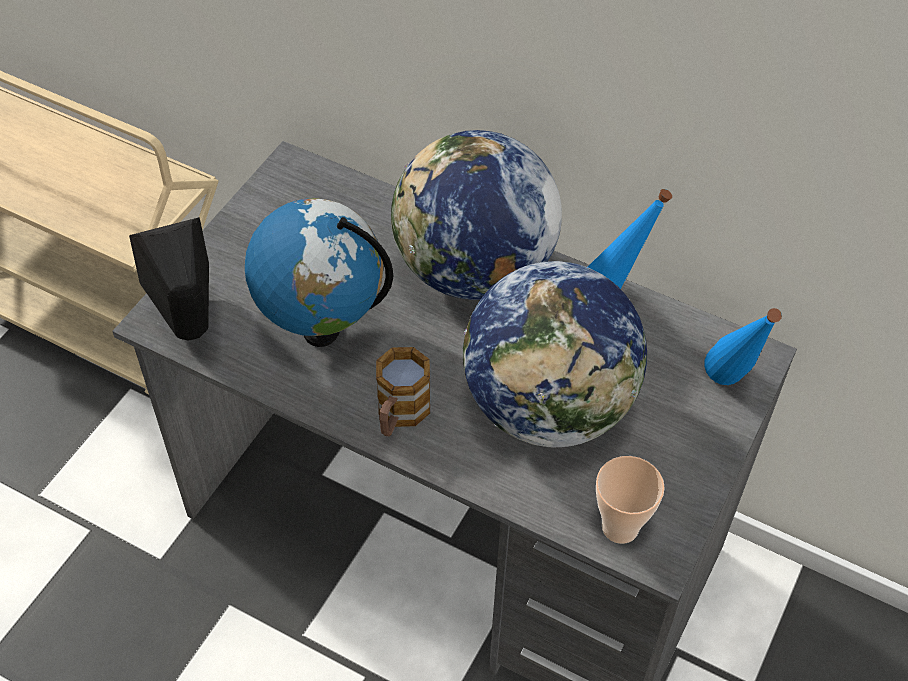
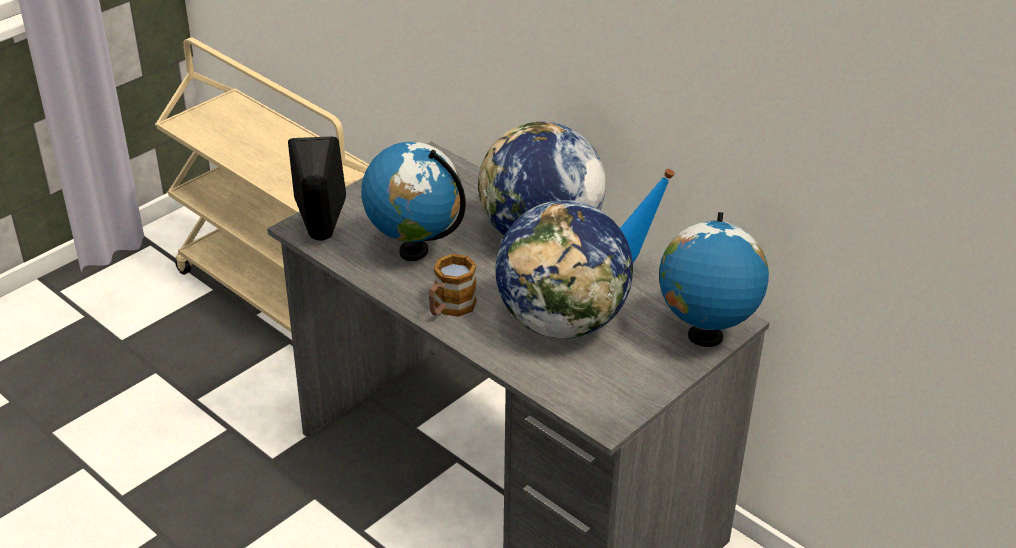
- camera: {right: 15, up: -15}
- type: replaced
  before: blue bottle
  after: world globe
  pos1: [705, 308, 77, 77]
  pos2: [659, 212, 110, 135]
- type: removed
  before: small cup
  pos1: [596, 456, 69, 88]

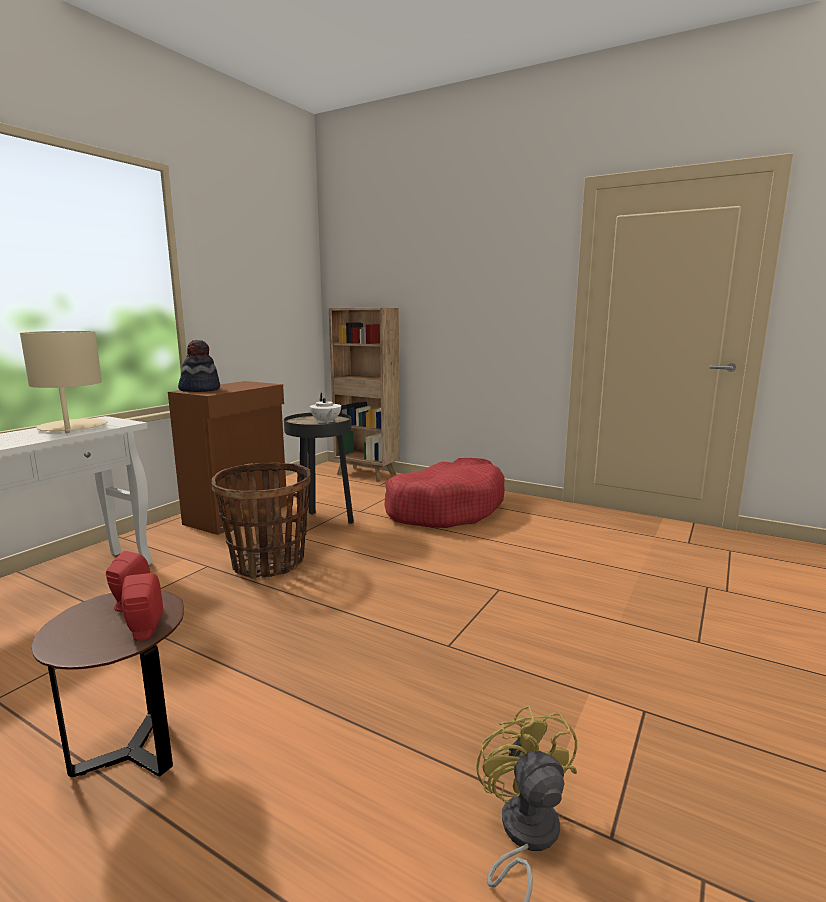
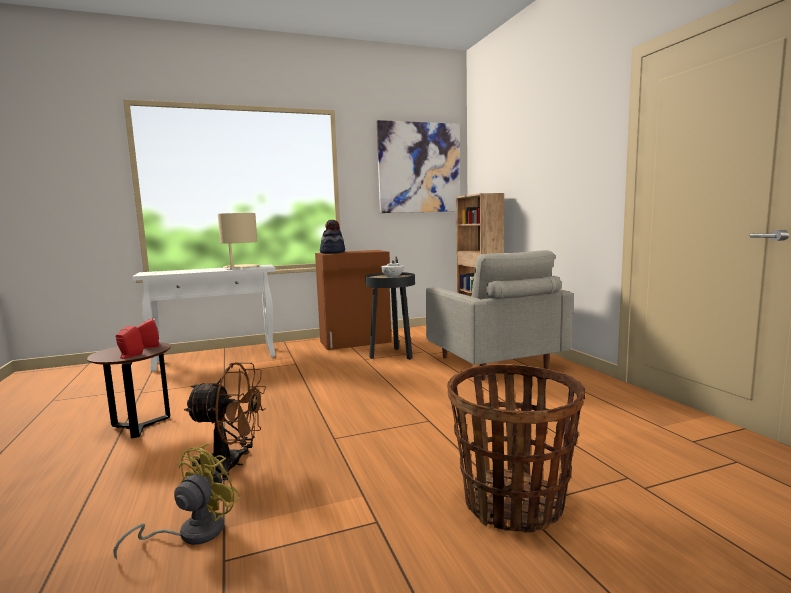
- camera: {right: 40, up: -5}
- type: added
  after: brownish cooling fan
  pos2: [184, 362, 82, 118]
- type: added
  after: wall picture
  pos2: [377, 120, 83, 93]
- type: replaced
  before: reddish dog cushion
  after: greyish armchair
  pos1: [384, 458, 121, 70]
  pos2: [426, 250, 147, 130]
- type: moved
  before: storage basket
  pos1: [212, 463, 99, 116]
  pos2: [447, 364, 139, 169]

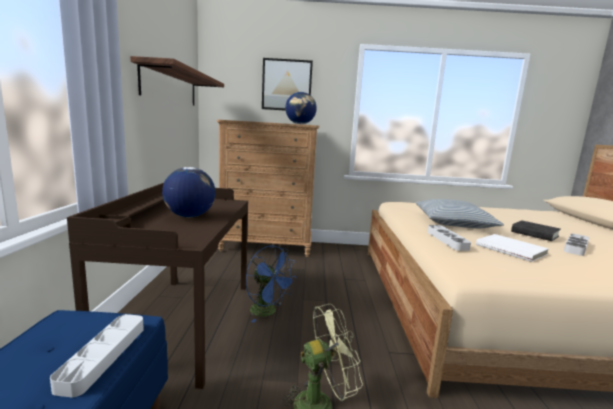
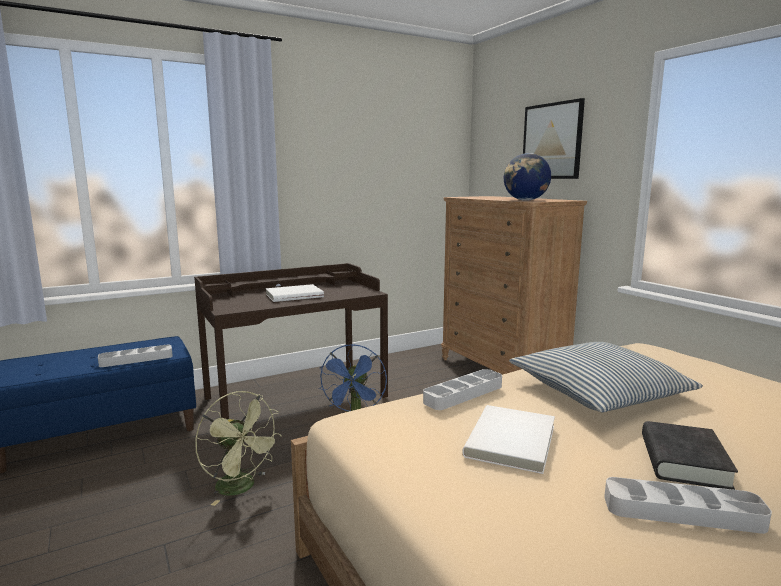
- camera: {right: 60, up: 0}
- type: replaced
  before: world globe
  after: white-coloured book
  pos1: [162, 167, 54, 50]
  pos2: [265, 284, 59, 18]
- type: removed
  before: wall shelf
  pos1: [130, 56, 94, 50]

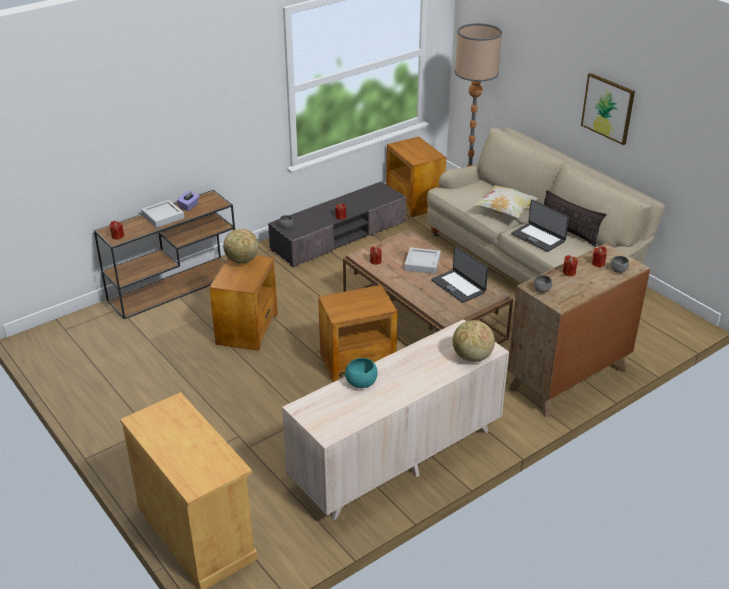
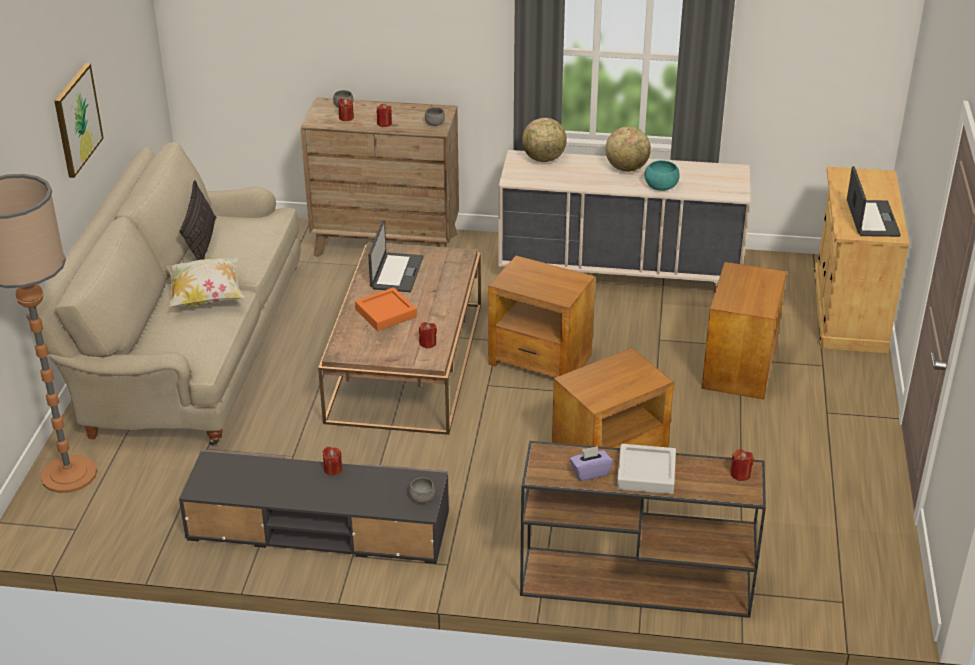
- camera: {right: -135, up: 0}
- type: recoloured
  before: greyish carrying tray
  after: orangey carrying tray
  pos1: [404, 247, 37, 27]
  pos2: [355, 287, 62, 44]
- type: moved
  before: world globe
  pos1: [223, 229, 36, 35]
  pos2: [606, 126, 45, 46]
- type: moved
  before: brownish end table
  pos1: [386, 137, 60, 80]
  pos2: [702, 262, 85, 137]
- type: moved
  before: portable computer
  pos1: [511, 200, 58, 52]
  pos2: [847, 166, 54, 71]

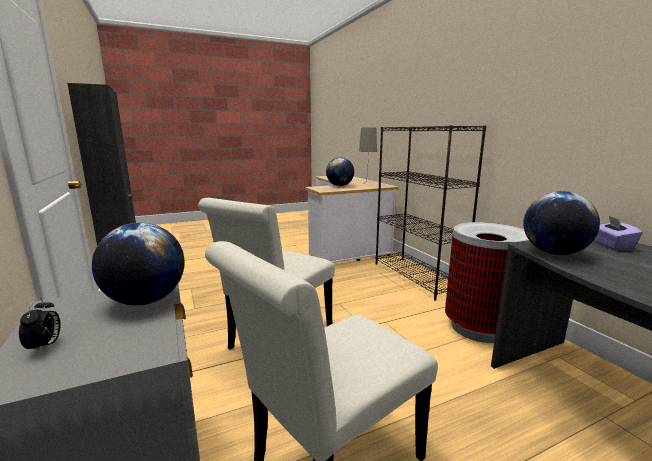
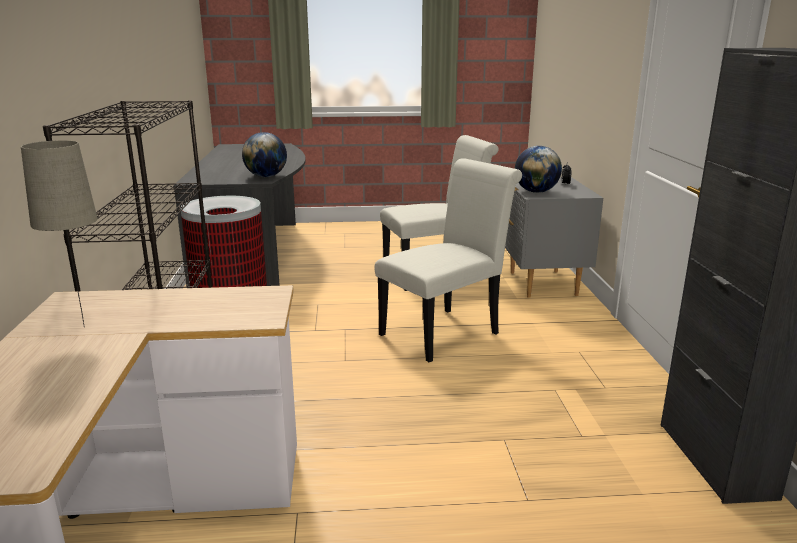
- camera: {right: -160, up: 5}
- type: removed
  before: world globe
  pos1: [326, 157, 28, 29]
- type: removed
  before: purple-coloured tissue box
  pos1: [594, 216, 49, 34]

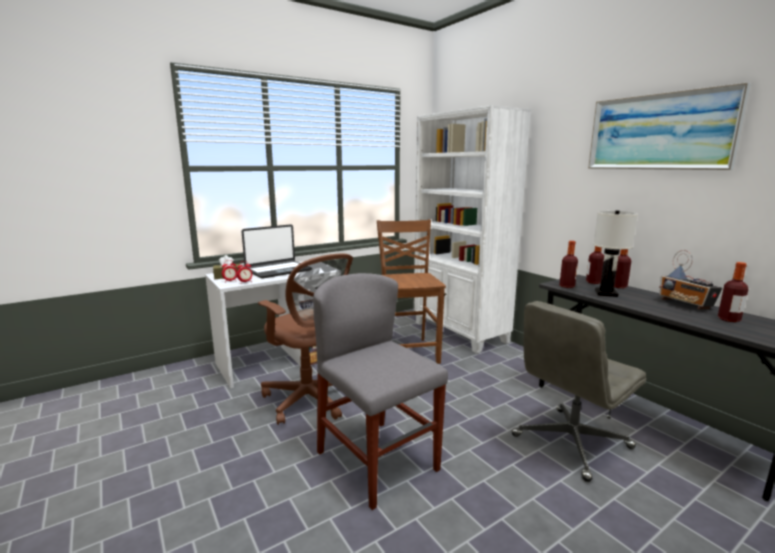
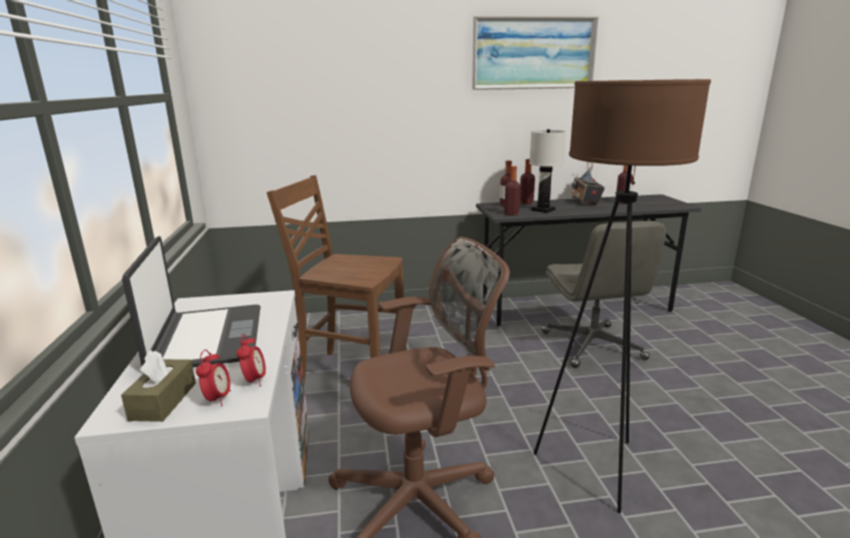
- camera: {right: -65, up: 5}
- type: replaced
  before: greyish upright chair
  after: brownish standing lamp
  pos1: [313, 273, 135, 237]
  pos2: [534, 79, 177, 434]
- type: turned
  before: radio receiver
  pos1: [659, 250, 63, 60]
  pos2: [571, 163, 34, 42]
  turn: 90
- type: removed
  before: white-coloured shelving unit
  pos1: [414, 105, 117, 248]

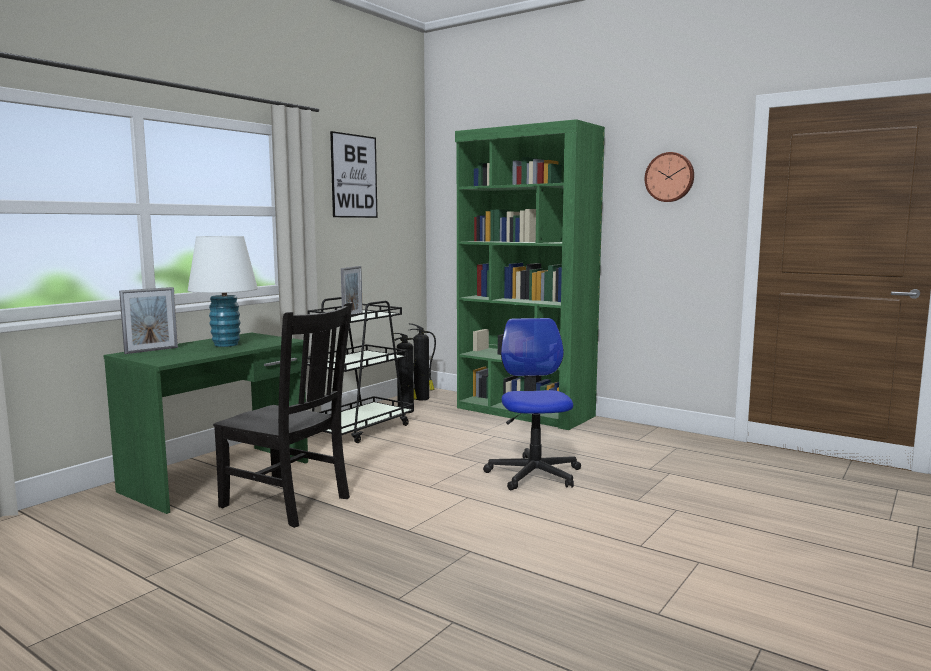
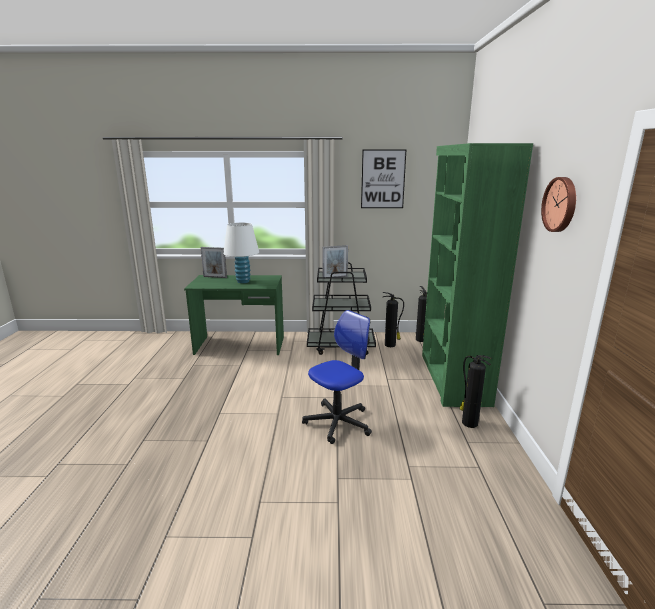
- camera: {right: 55, up: 10}
- type: added
  after: extinguisher
  pos2: [459, 355, 33, 73]
- type: removed
  before: black upright chair
  pos1: [213, 302, 139, 226]

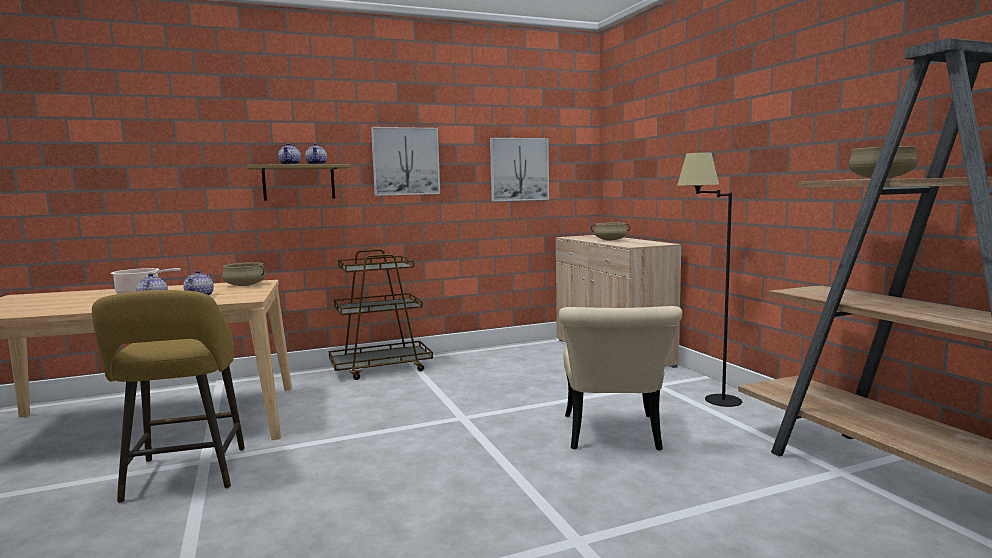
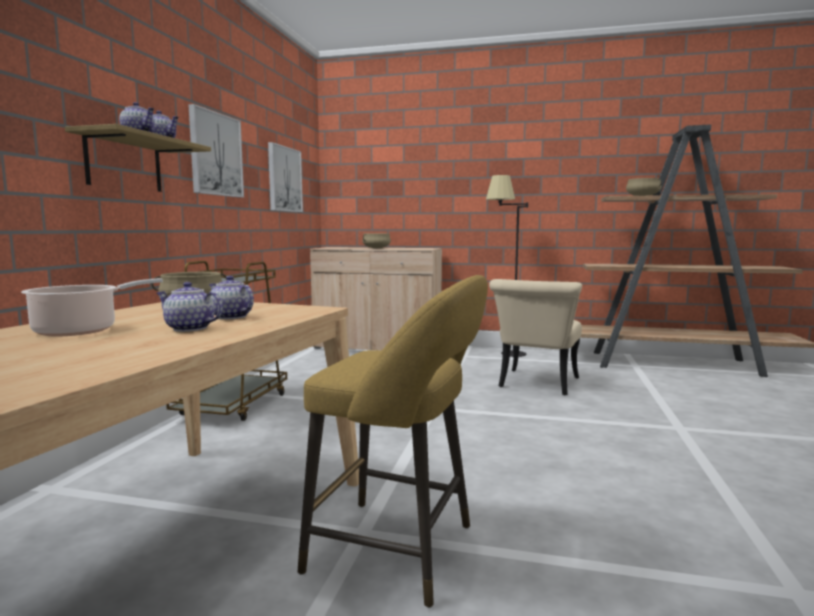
- camera: {right: -55, up: 0}
- type: turned
  before: beige-coloured upright chair
  pos1: [559, 306, 123, 145]
  pos2: [489, 279, 93, 116]
  turn: 75

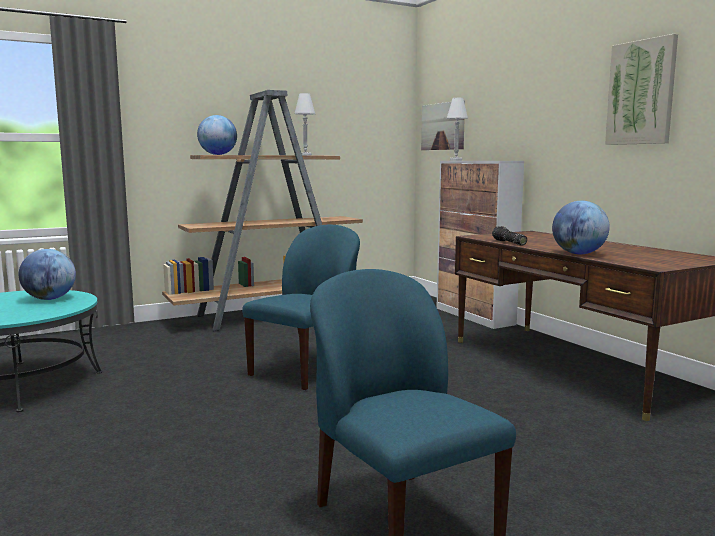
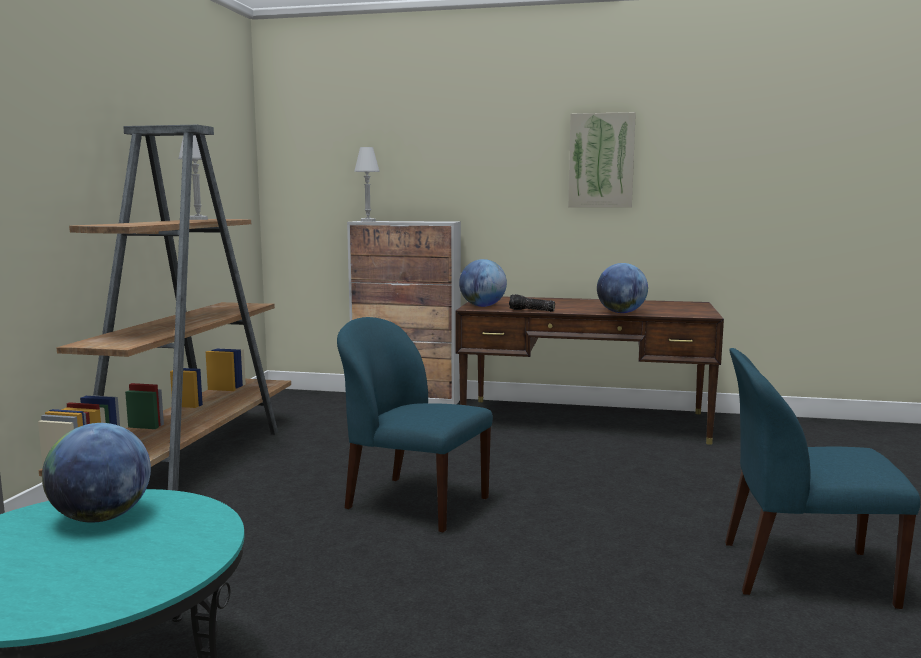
- camera: {right: -50, up: 0}
- type: turned
  before: blue upright chair
  pos1: [242, 225, 118, 165]
  pos2: [337, 317, 156, 215]
  turn: -45
- type: moved
  before: world globe
  pos1: [197, 115, 40, 40]
  pos2: [459, 259, 48, 48]
- type: removed
  before: wall picture
  pos1: [421, 100, 44, 50]

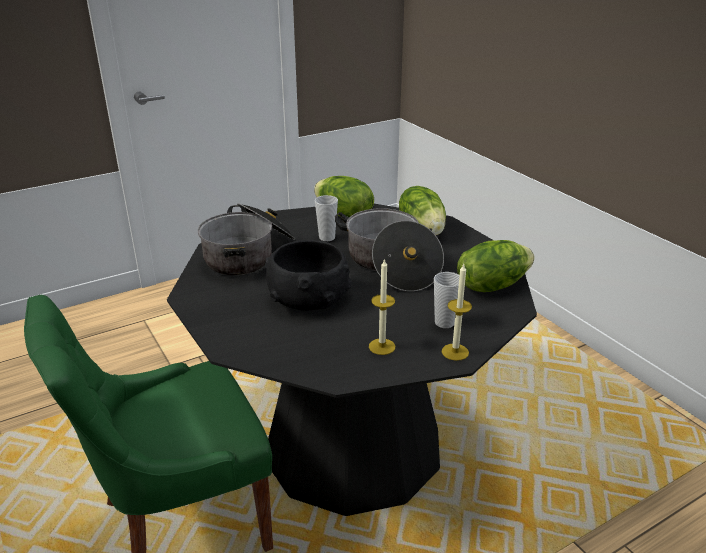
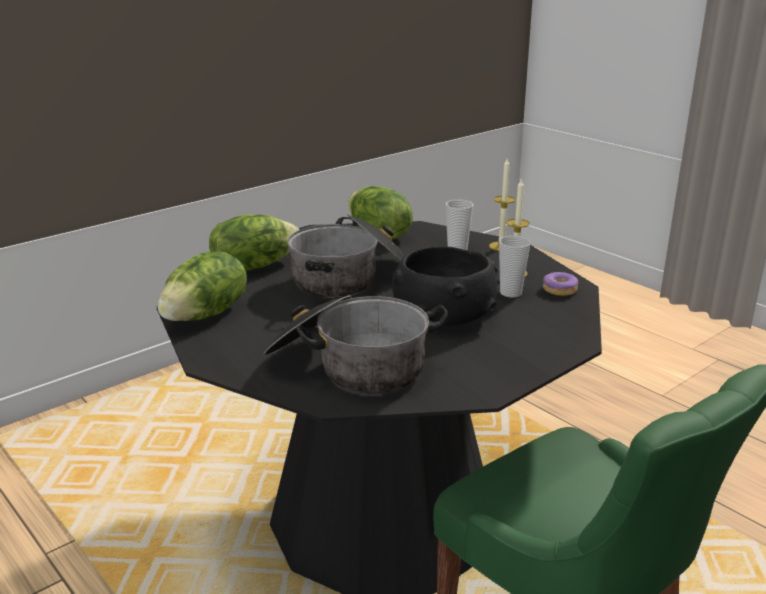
- camera: {right: -100, up: -5}
- type: moved
  before: small cup
  pos1: [315, 195, 23, 46]
  pos2: [499, 236, 32, 61]
- type: added
  after: donut
  pos2: [543, 272, 36, 24]

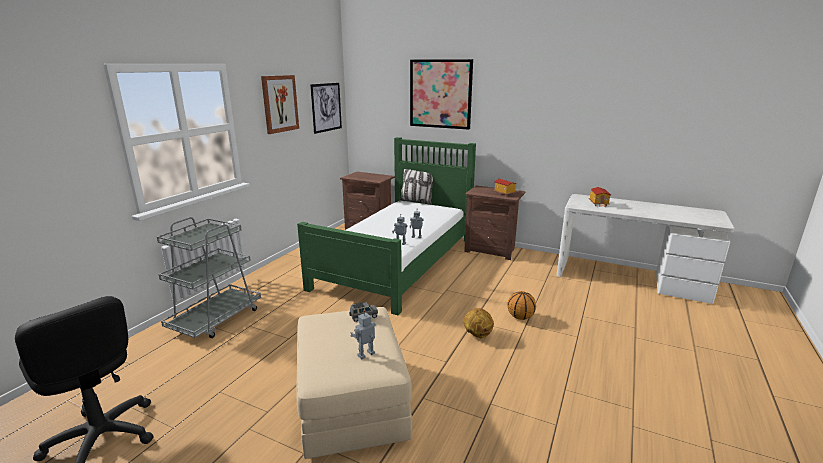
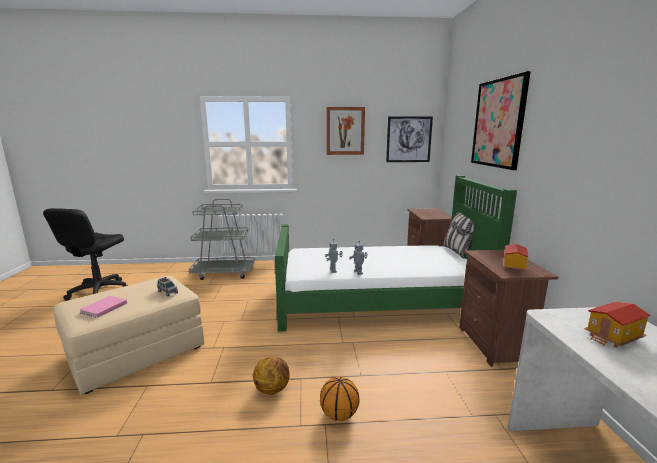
- camera: {right: 60, up: -5}
- type: replaced
  before: toy robot
  after: pink-coloured book
  pos1: [351, 310, 25, 49]
  pos2: [79, 296, 48, 22]

